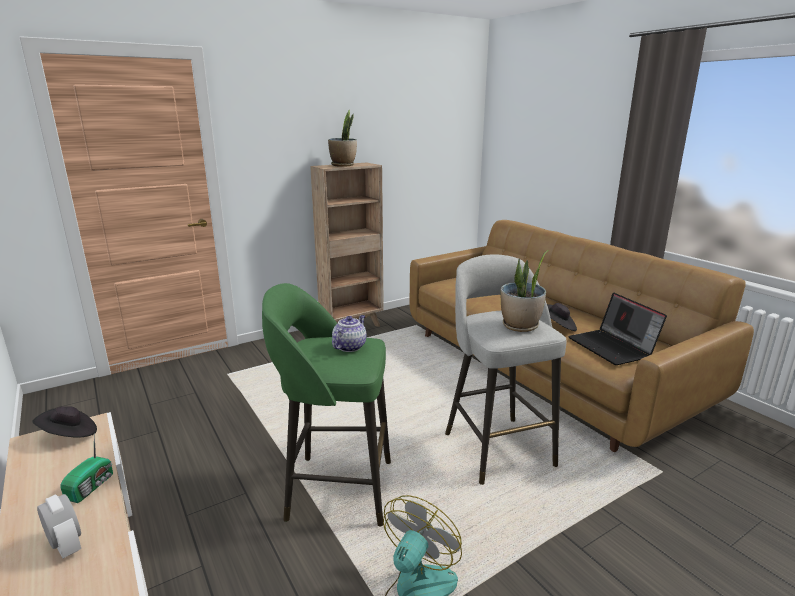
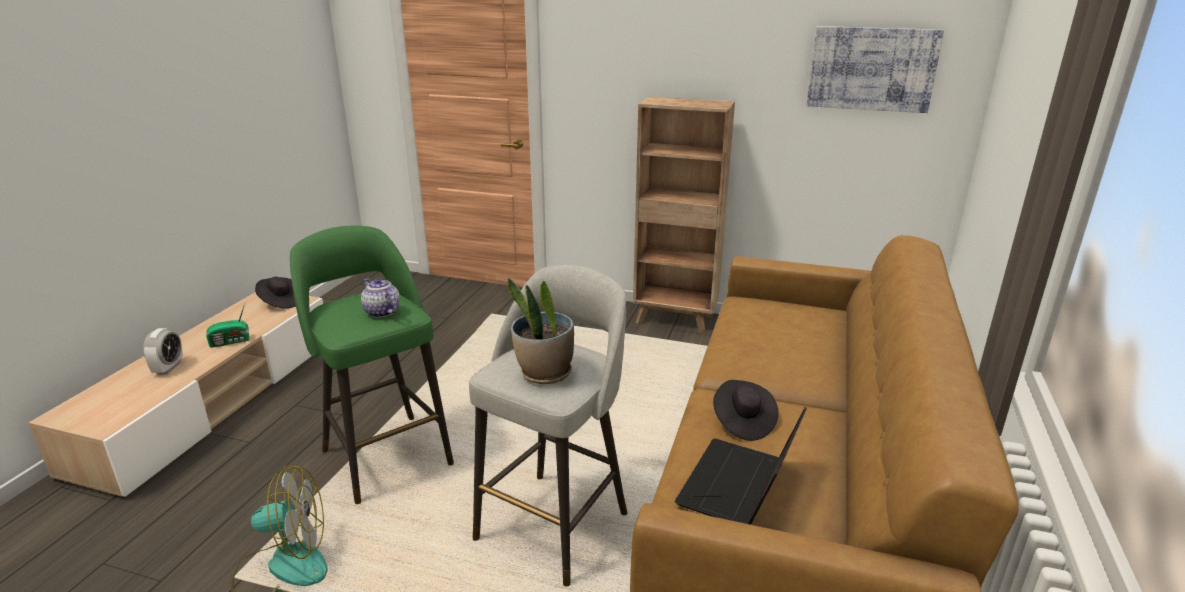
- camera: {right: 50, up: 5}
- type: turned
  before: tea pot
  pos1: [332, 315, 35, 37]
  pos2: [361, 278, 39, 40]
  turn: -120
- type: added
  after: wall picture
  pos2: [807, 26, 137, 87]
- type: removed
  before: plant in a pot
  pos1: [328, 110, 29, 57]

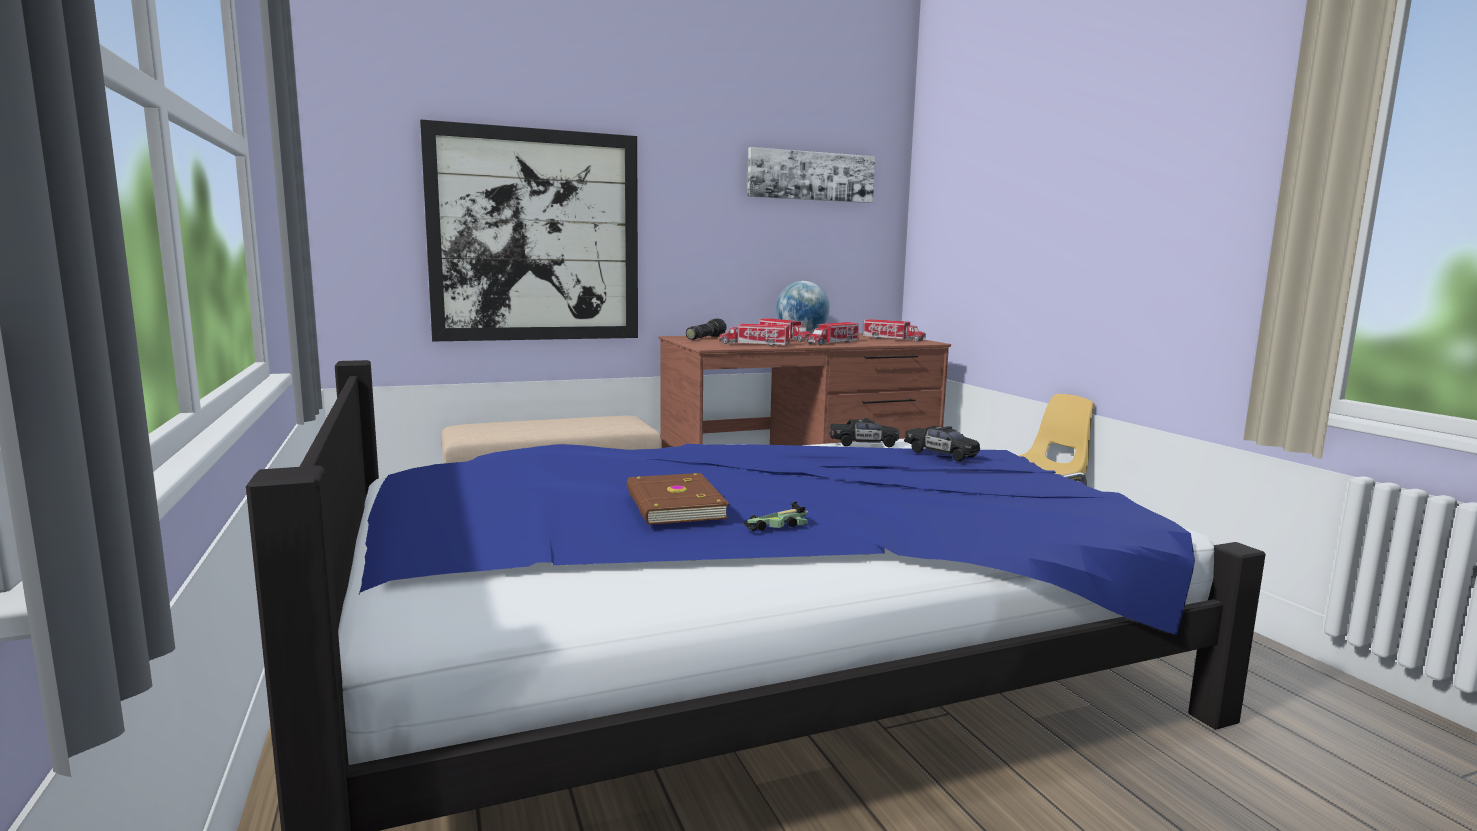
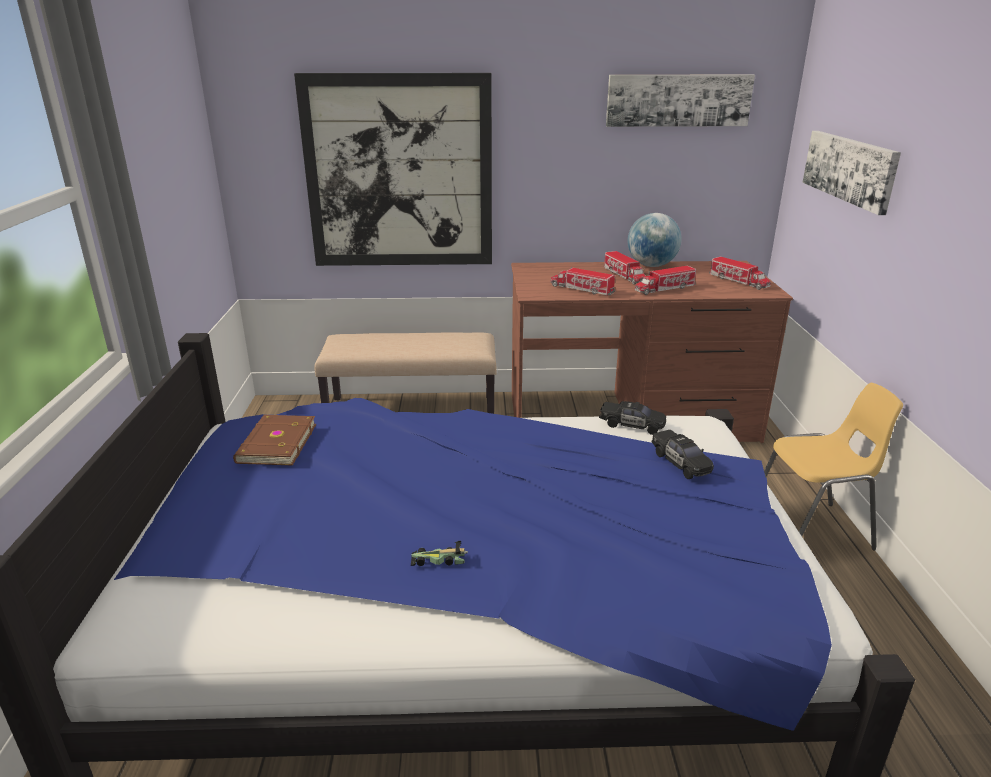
- camera: {right: 20, up: 15}
- type: moved
  before: brownish book
  pos1: [627, 473, 102, 52]
  pos2: [233, 415, 83, 50]
- type: added
  after: wall picture
  pos2: [802, 131, 99, 84]
- type: removed
  before: torch
  pos1: [686, 319, 41, 21]

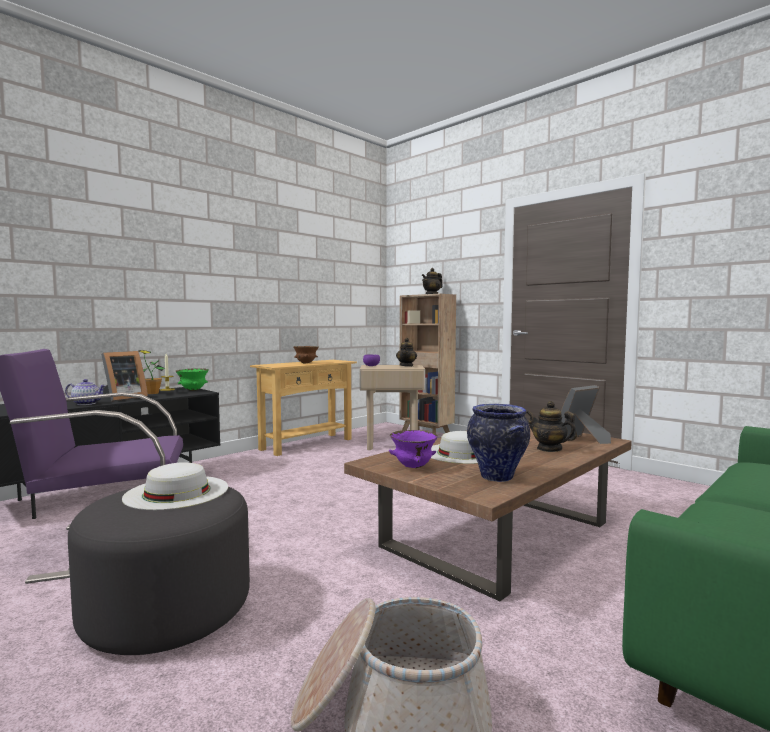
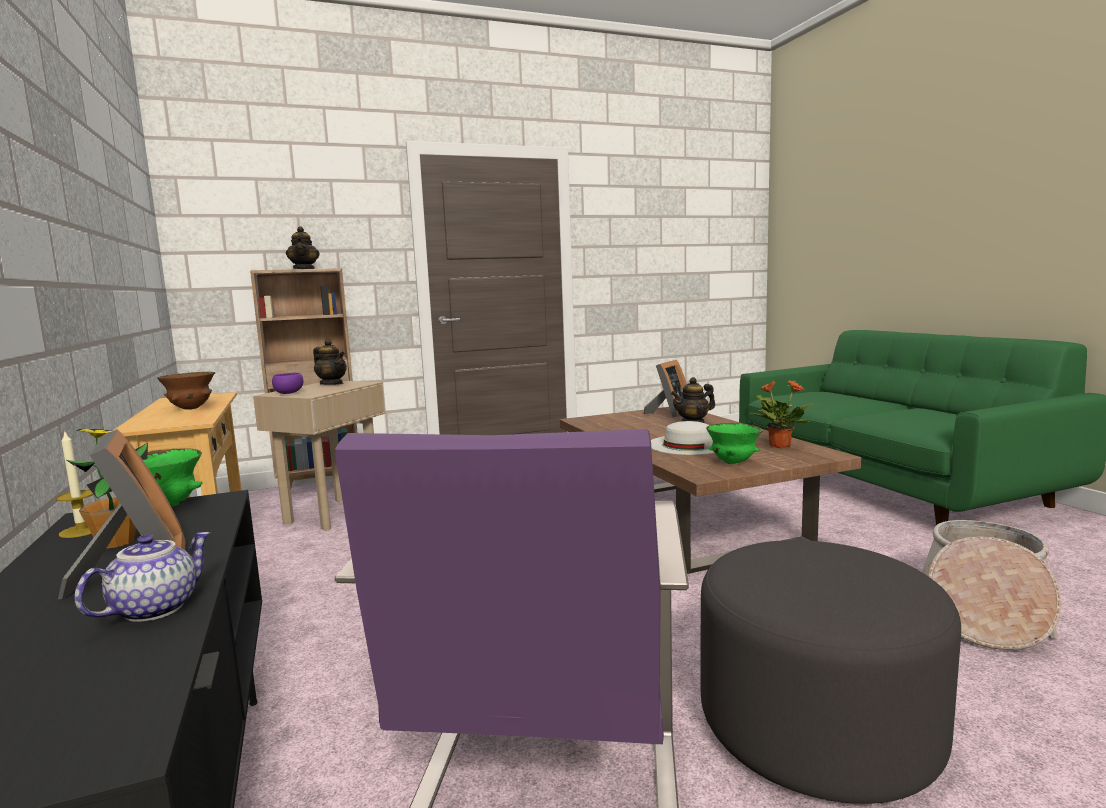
- camera: {right: -65, up: 5}
- type: turned
  before: picture frame
  pos1: [561, 385, 50, 59]
  pos2: [644, 360, 43, 58]
  turn: -135
- type: recoloured
  before: purple-coloured bowl
  after: green bowl
  pos1: [389, 430, 49, 38]
  pos2: [706, 423, 57, 41]
- type: replaced
  before: decorative vase
  after: plant in a pot
  pos1: [467, 404, 63, 78]
  pos2: [750, 380, 63, 68]
- type: removed
  before: white-coloured clothing hat
  pos1: [122, 462, 106, 48]

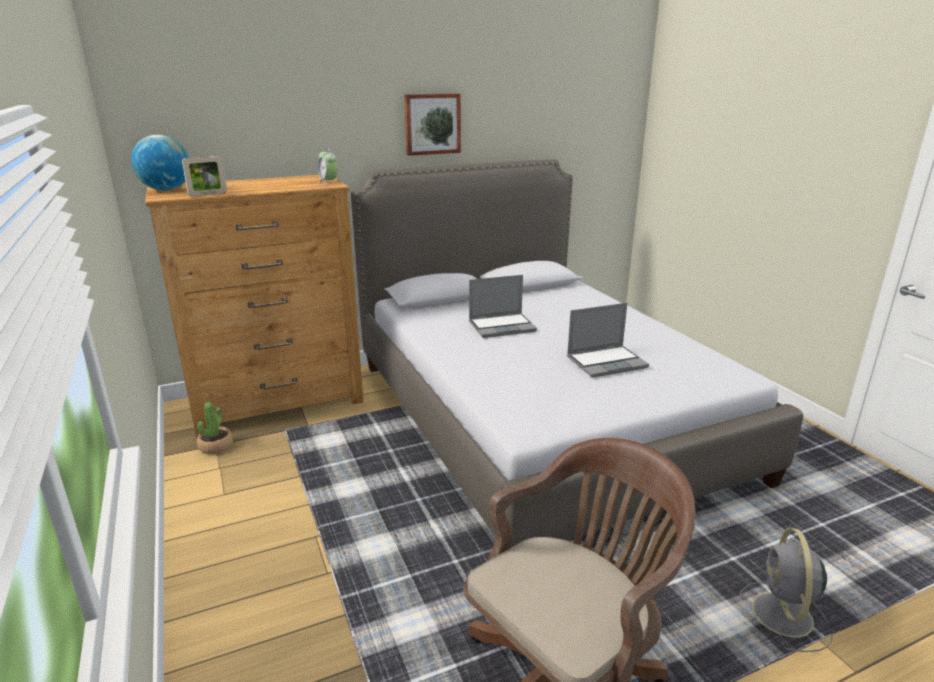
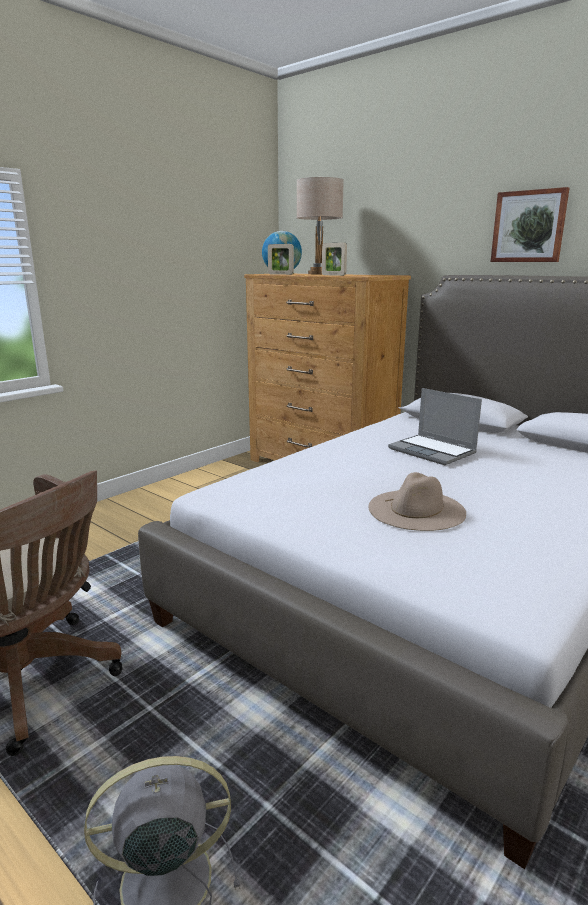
- camera: {right: 65, up: -5}
- type: added
  after: beige-coloured tabletop lamp
  pos2: [297, 177, 47, 97]
- type: added
  after: picture frame
  pos2: [322, 243, 25, 33]
- type: replaced
  before: portable computer
  after: beige-coloured clothing hat
  pos1: [567, 303, 82, 75]
  pos2: [369, 472, 97, 59]
- type: removed
  before: plant in a pot
  pos1: [197, 402, 36, 52]
- type: removed
  before: table clock
  pos1: [318, 148, 19, 37]

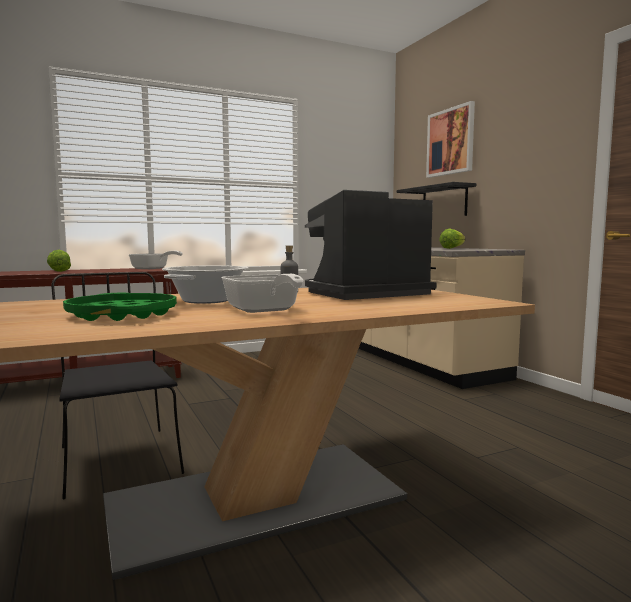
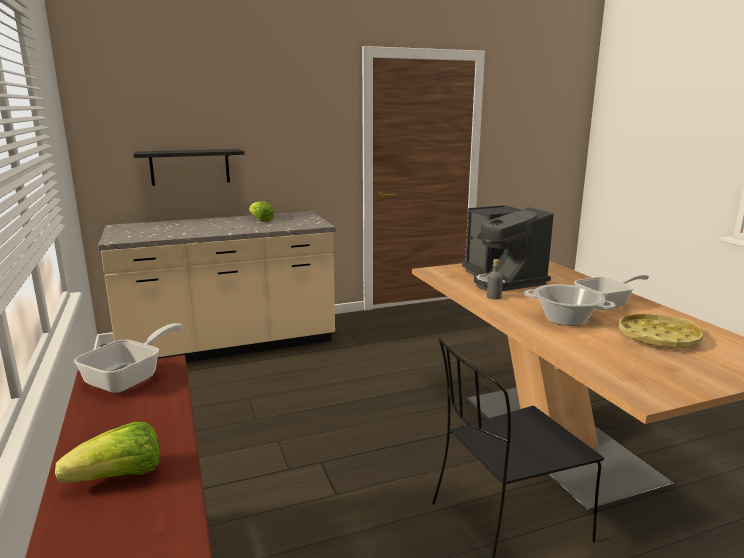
- camera: {right: -85, up: 10}
- type: recoloured
  before: green carrying tray
  after: yellow-coloured carrying tray
  pos1: [63, 293, 114, 28]
  pos2: [619, 314, 84, 35]
- type: removed
  before: wall picture
  pos1: [426, 101, 49, 77]

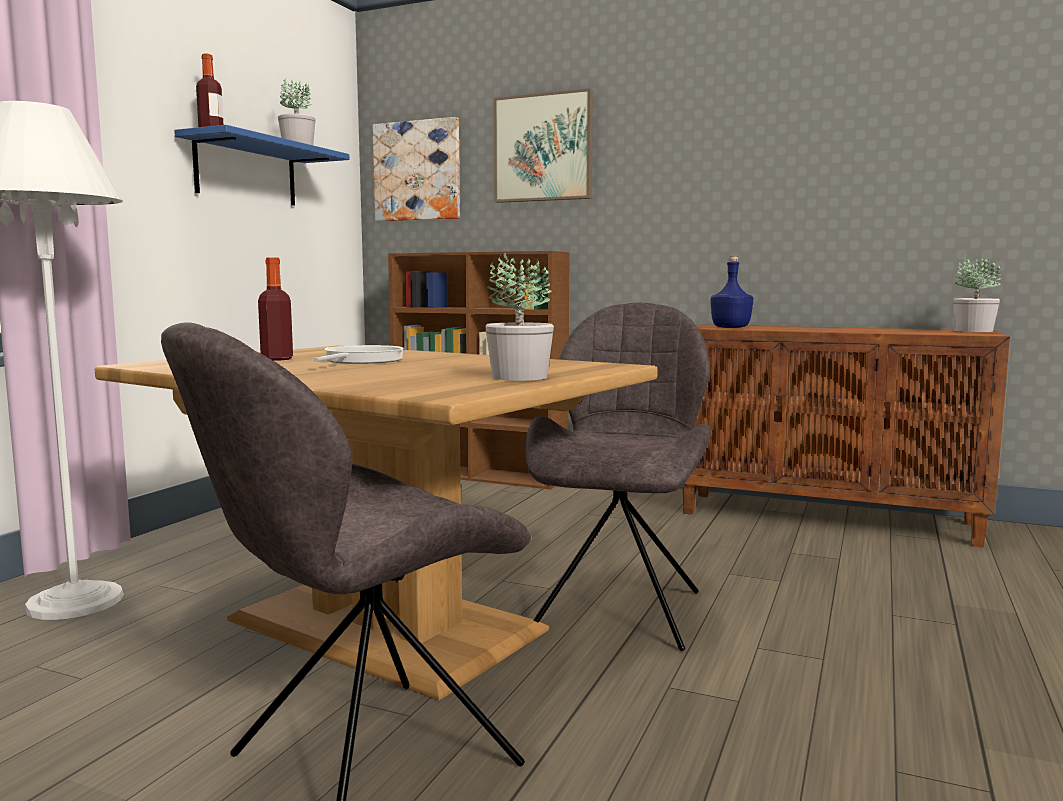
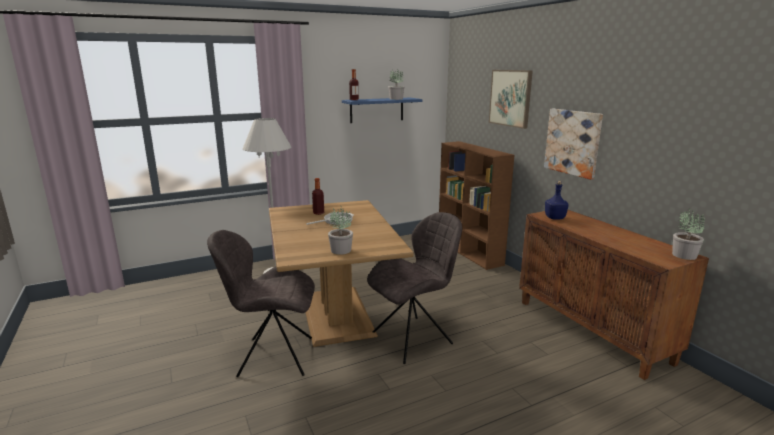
- camera: {right: 40, up: 10}
- type: moved
  before: wall picture
  pos1: [373, 117, 87, 104]
  pos2: [544, 109, 59, 71]

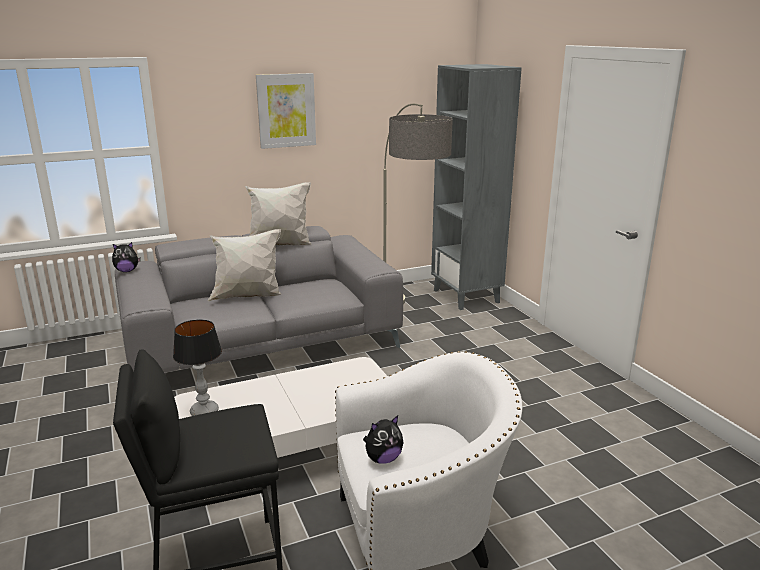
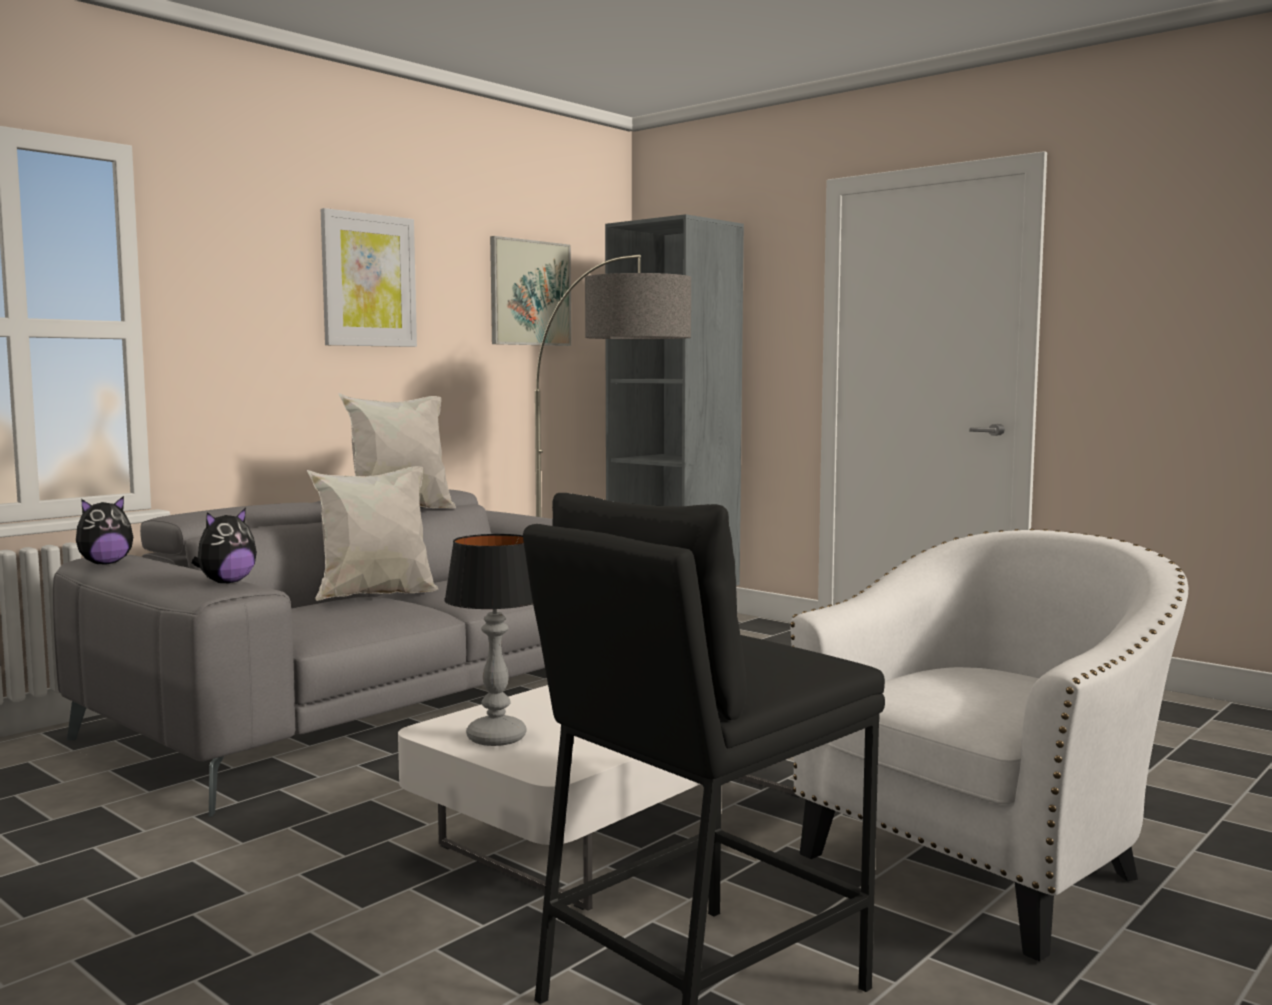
- camera: {right: -25, up: -15}
- type: moved
  before: soft toy
  pos1: [363, 415, 41, 49]
  pos2: [192, 508, 65, 75]
- type: added
  after: wall picture
  pos2: [490, 236, 81, 110]

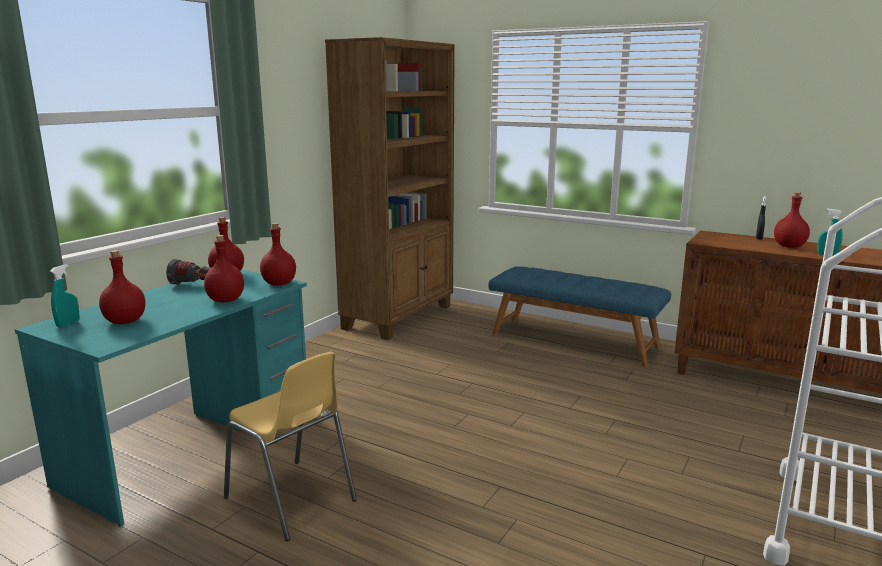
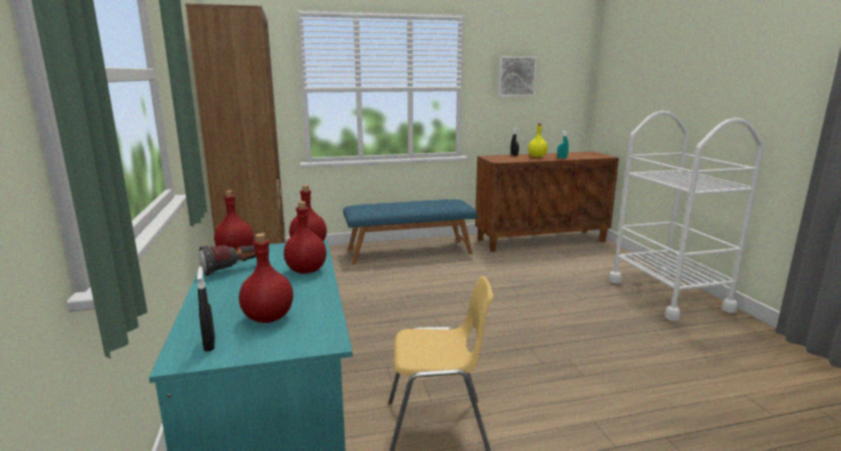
- camera: {right: -45, up: 0}
- type: recoloured
  before: turquoise sprayer
  after: black sprayer
  pos1: [50, 264, 29, 64]
  pos2: [197, 266, 18, 86]
- type: added
  after: wall picture
  pos2: [498, 57, 39, 40]
- type: recoloured
  before: reddish bottle
  after: yellow-coloured bottle
  pos1: [774, 192, 36, 56]
  pos2: [528, 123, 20, 34]

